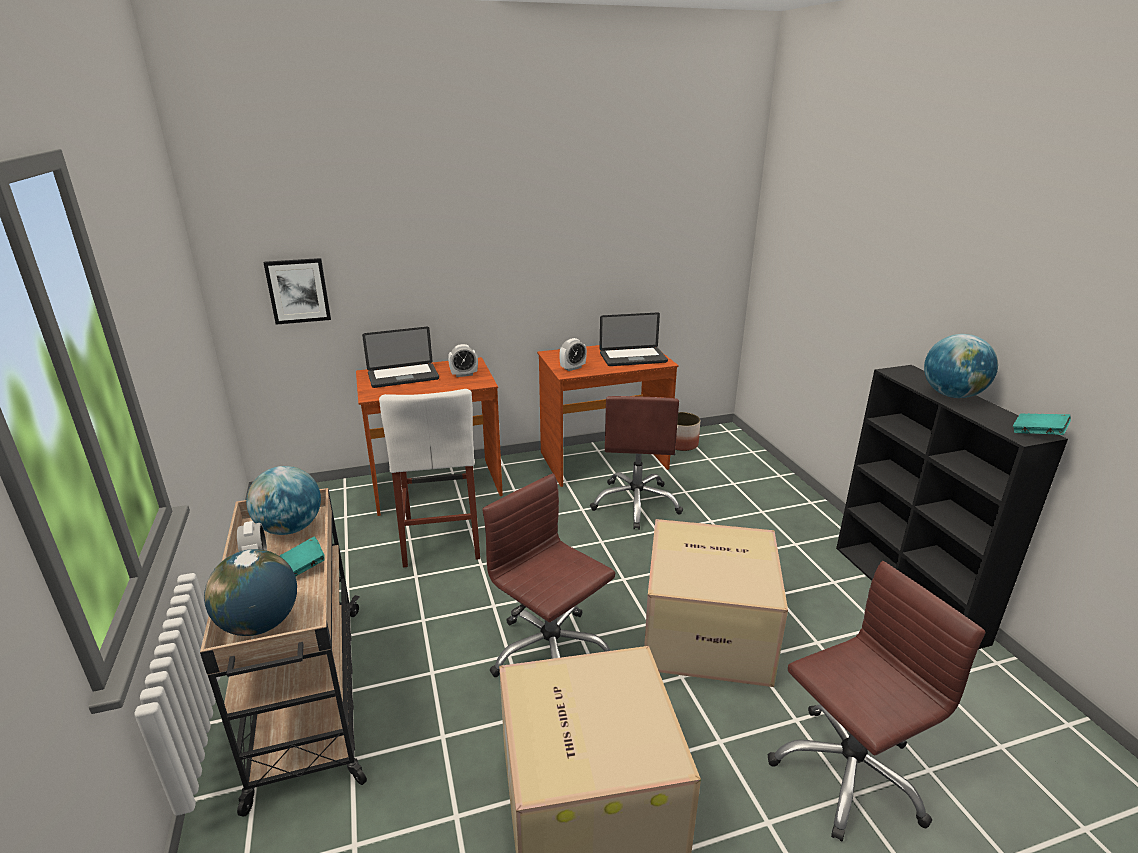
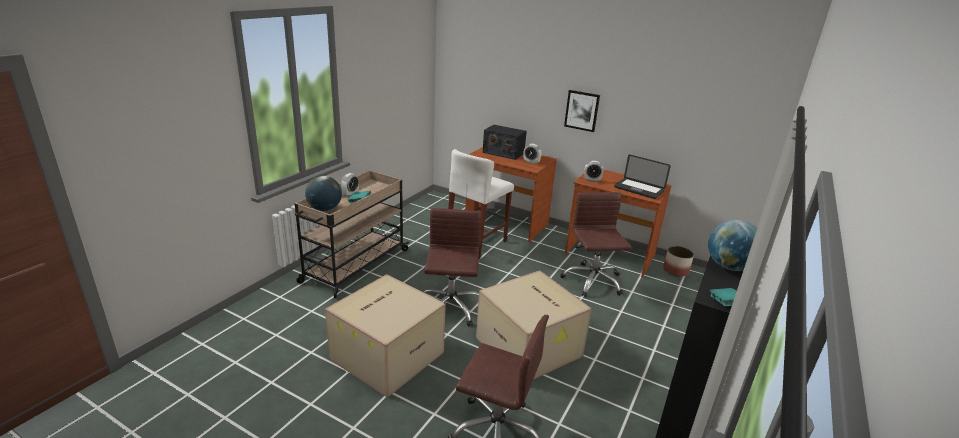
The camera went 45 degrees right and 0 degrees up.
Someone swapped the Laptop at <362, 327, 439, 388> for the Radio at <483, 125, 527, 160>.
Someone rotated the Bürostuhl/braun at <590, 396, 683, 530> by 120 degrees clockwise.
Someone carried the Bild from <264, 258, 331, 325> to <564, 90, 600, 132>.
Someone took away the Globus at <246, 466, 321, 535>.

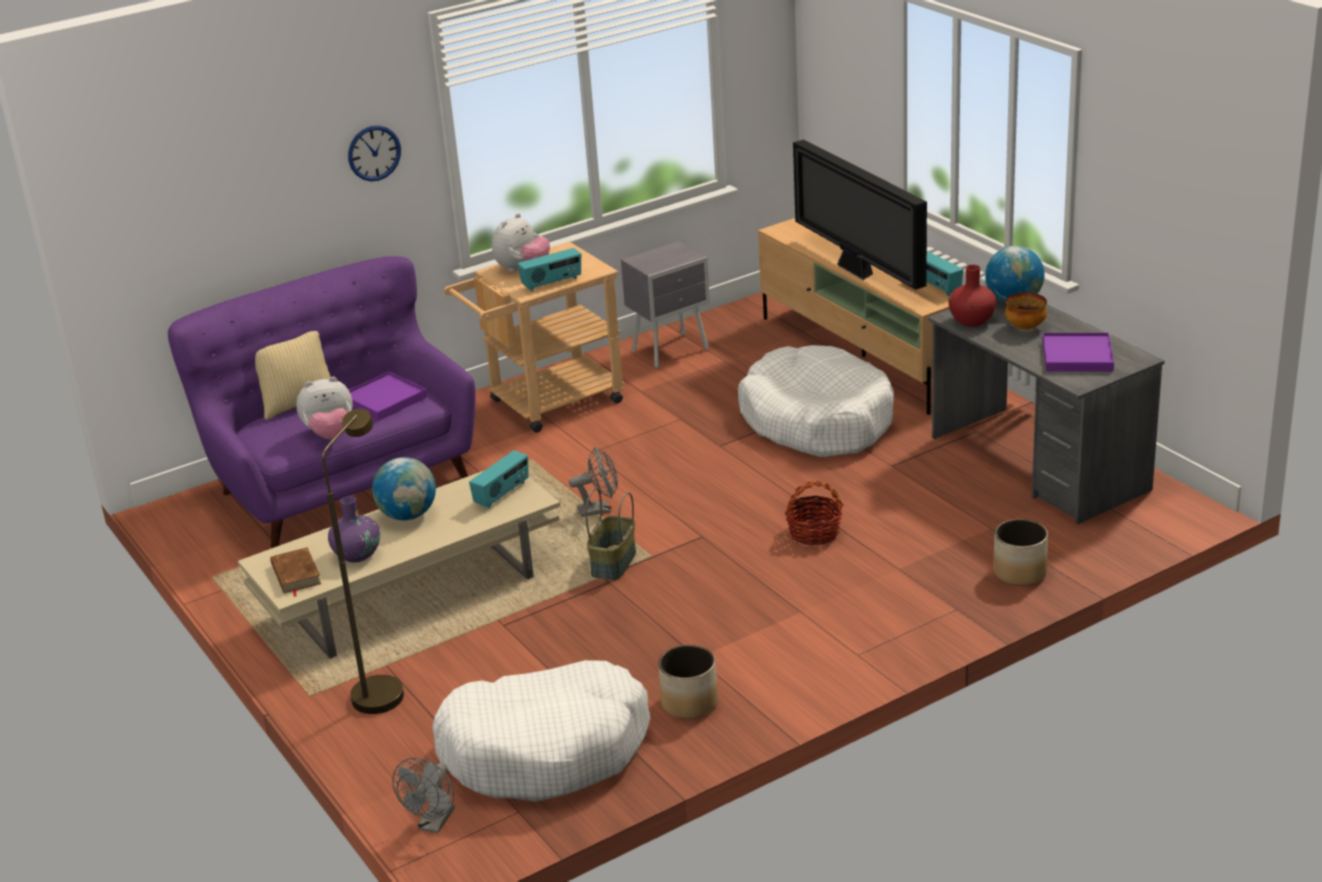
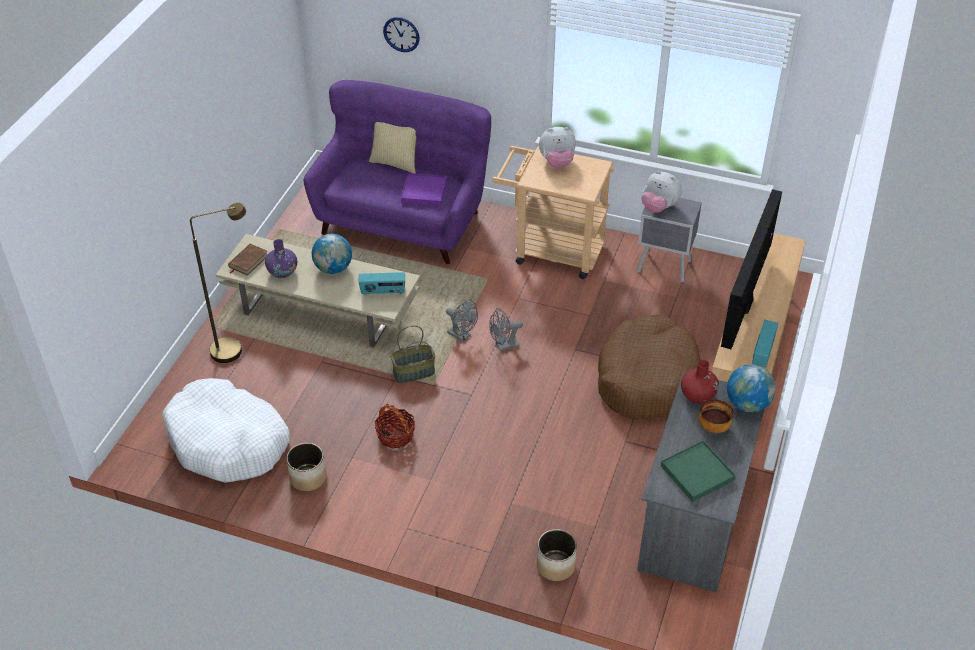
The camera went 50 degrees right and 15 degrees up.
Someone carried the Korb from <785, 481, 843, 545> to <374, 404, 415, 449>.
Someone carried the Wanduhr from <348, 125, 401, 181> to <383, 17, 420, 52>.
Someone carried the Ventilator/grau from <392, 757, 455, 833> to <489, 308, 523, 351>.
Someone repainted the Hundebett/weiß at <738, 345, 894, 457>, which became the Hundebett/braun at <598, 314, 701, 420>.
Someone carried the Plüschtier from <296, 377, 353, 439> to <641, 171, 682, 213>.
Someone repainted the Tablett/lila at <1043, 333, 1114, 372>, which became the Tablett/grün at <661, 441, 736, 502>.
Someone took away the Radio at <517, 248, 581, 291>.

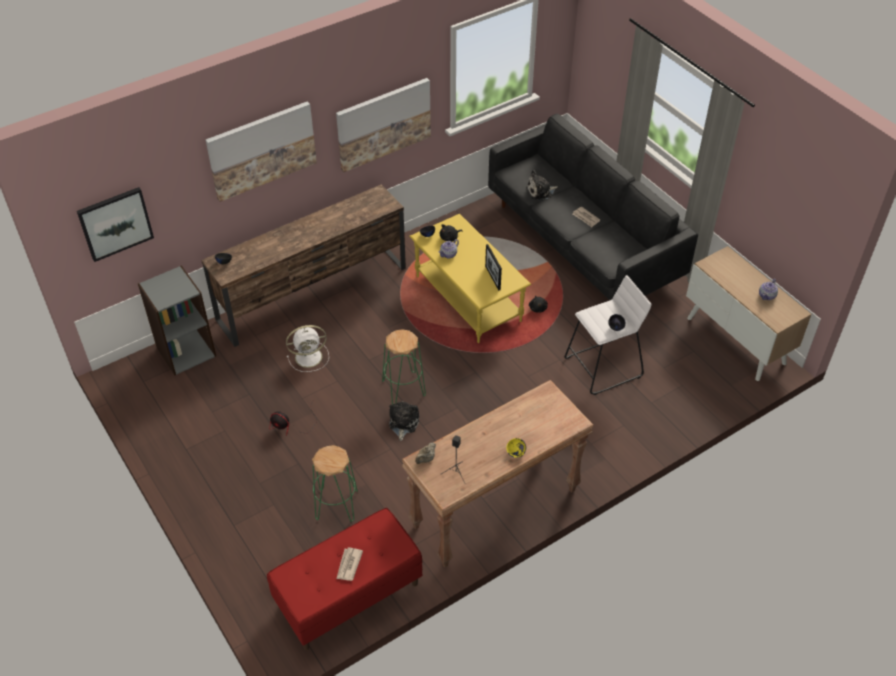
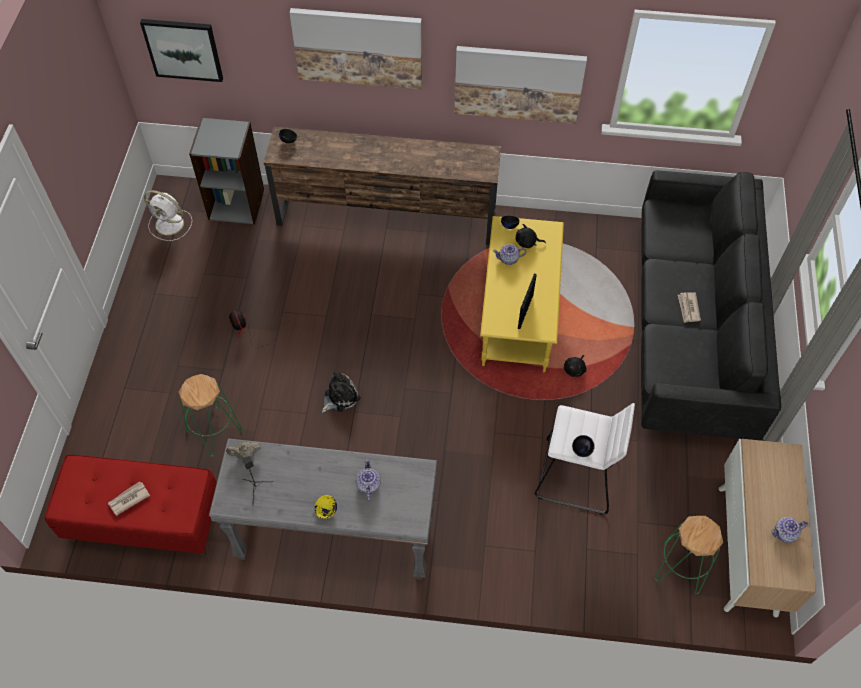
The camera went 40 degrees right and 10 degrees up.
Someone carried the Ventilator/weiß from <286, 325, 329, 372> to <144, 190, 192, 241>.
Someone repainted the Konsolentisch/braun at <402, 380, 593, 568>, which became the Konsolentisch/grau at <209, 439, 437, 580>.
Someone put down the Teekanne at <356, 458, 381, 500>.
Someone carried the Hocker/grün from <382, 329, 426, 404> to <655, 516, 723, 594>.
Someone took away the Plüschtier at <526, 170, 558, 201>.

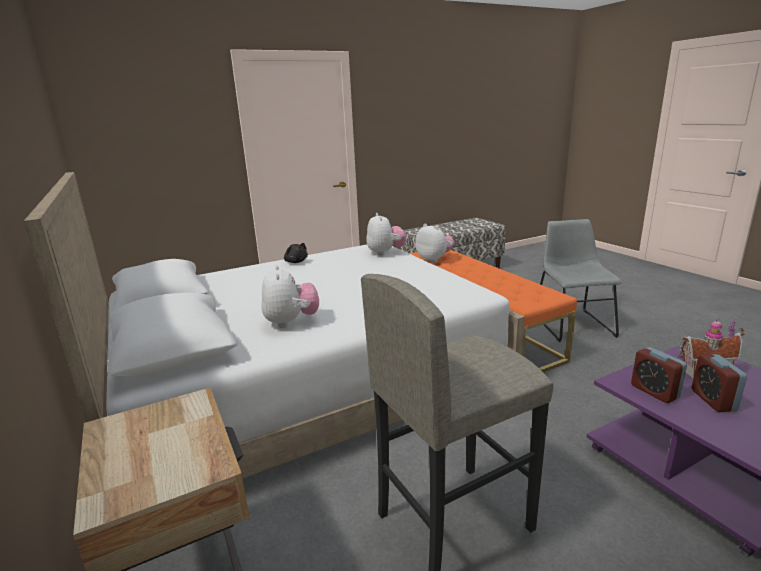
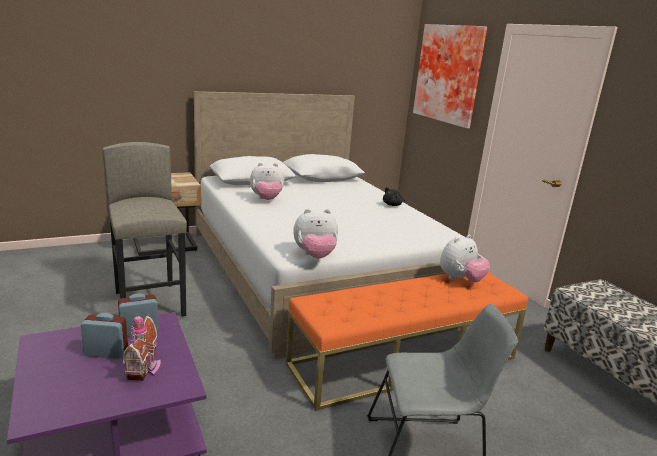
The camera went 90 degrees right and 0 degrees up.
Someone carried the Plüschtier from <366, 213, 406, 256> to <293, 209, 338, 259>.
Someone put up the Bild at <413, 24, 487, 129>.

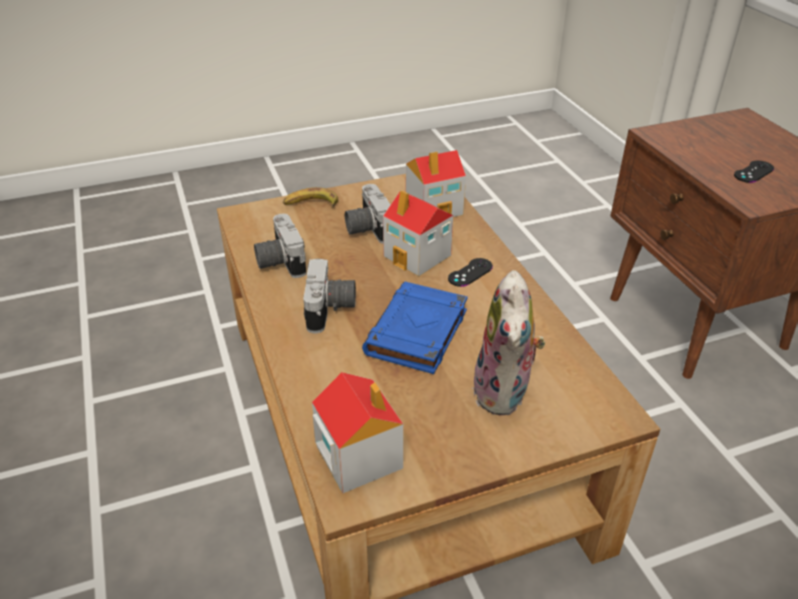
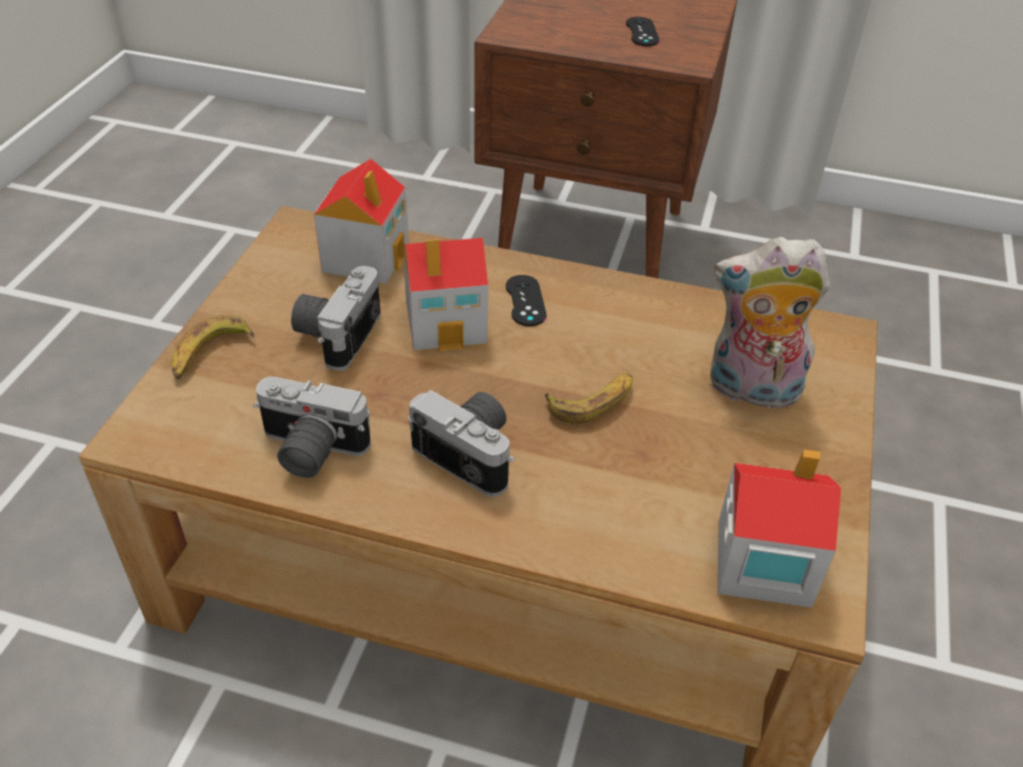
The camera went 55 degrees left and 5 degrees up.
Someone rotated the Kamera at <345, 184, 391, 244> by 90 degrees clockwise.
Someone swapped the Buch/blau at <362, 282, 468, 374> for the Banane at <545, 373, 633, 424>.
Someone rotated the Plüschtier at <472, 270, 546, 415> by 150 degrees clockwise.

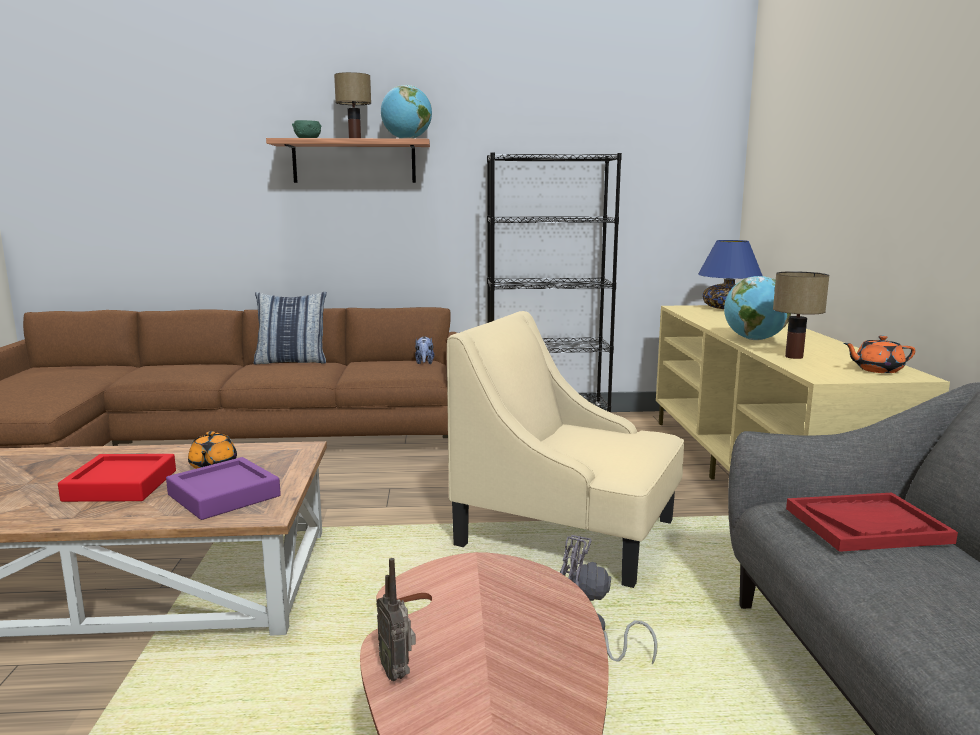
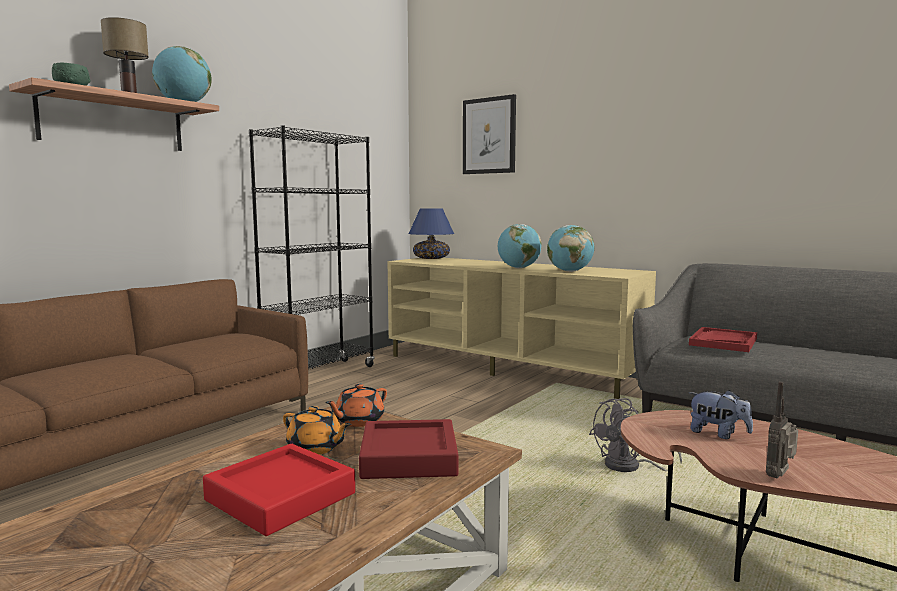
The camera went 50 degrees left and 5 degrees down.
Someone carried the Teekanne/orange from <844, 335, 916, 373> to <325, 384, 387, 427>.
Someone repainted the Tablett/lila at <166, 457, 281, 520>, which became the Tablett/rot at <359, 419, 458, 479>.
Someone put up the Bild at <463, 94, 516, 174>.
Someone swapped the Tischlampe at <773, 271, 829, 359> for the Globus at <547, 225, 595, 272>.
Someone carried the Plüschtier from <415, 337, 434, 364> to <689, 390, 753, 439>.
Someone rotated the Radio at <376, 558, 416, 681> by 120 degrees clockwise.
Someone took away the Kissen at <254, 292, 327, 364>.
Someone took away the Sessel/beige at <447, 311, 684, 588>.

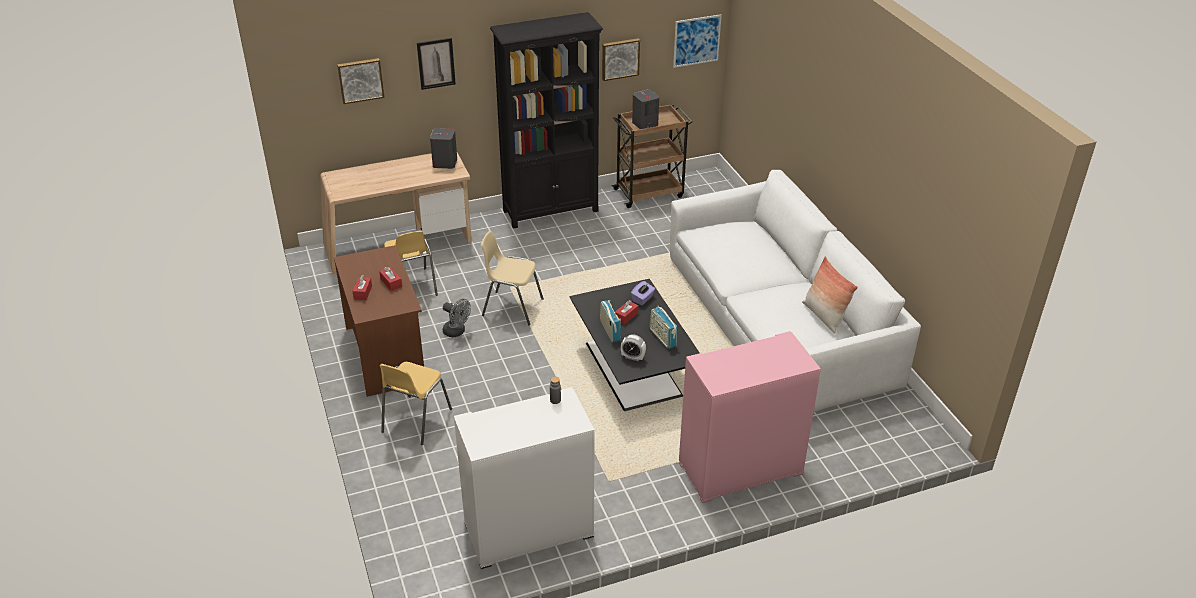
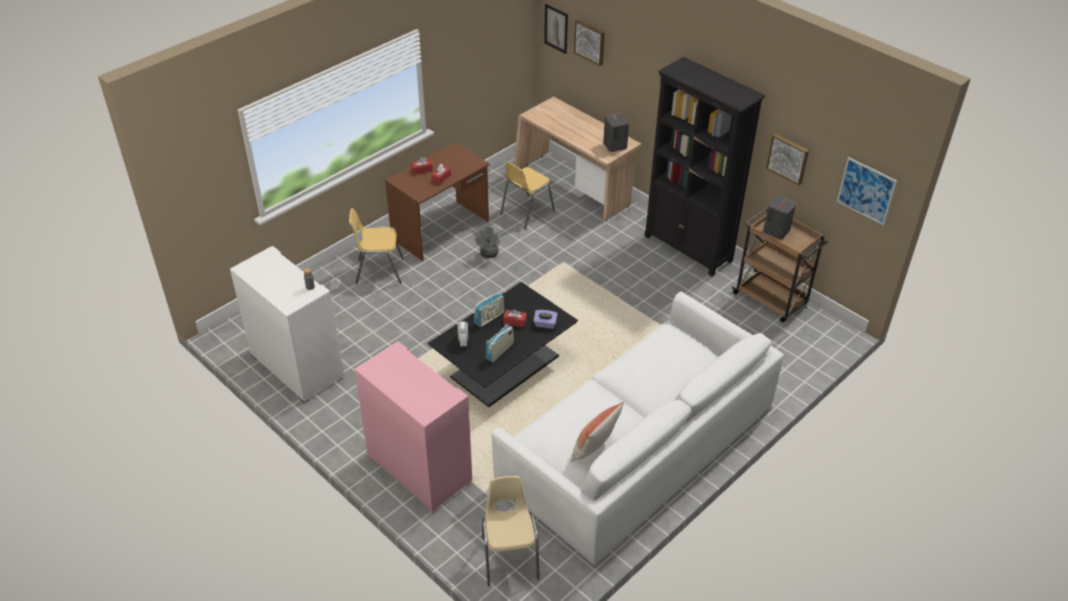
The camera went 65 degrees right and 5 degrees up.
Someone carried the Stuhl/beige from <481, 231, 544, 326> to <482, 476, 540, 587>.
Someone carried the Bild from <417, 38, 456, 90> to <544, 4, 568, 54>.

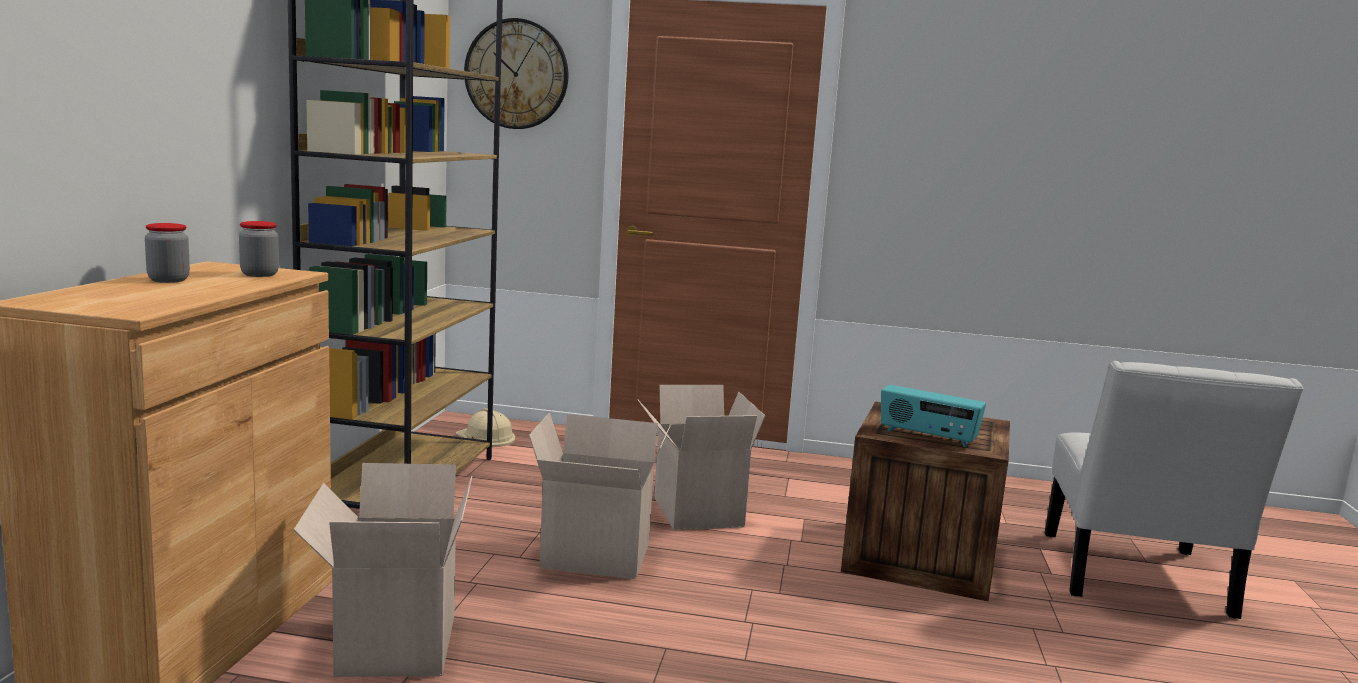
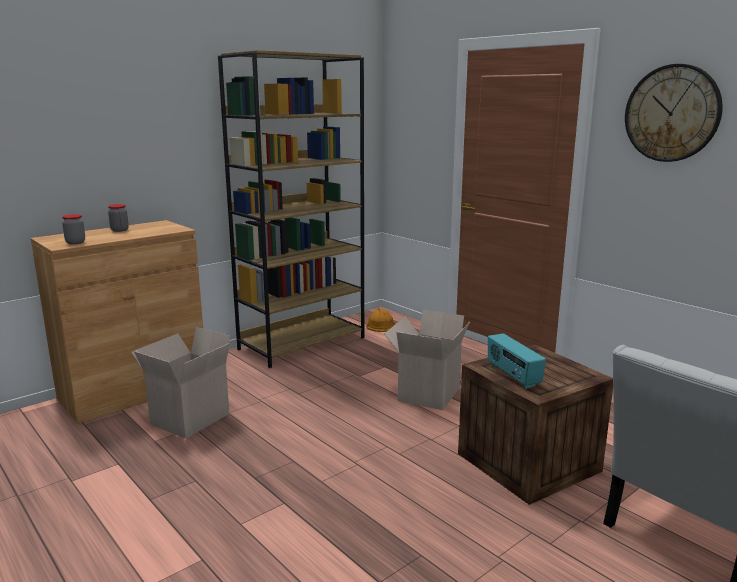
The camera went 40 degrees right and 5 degrees up.
Someone carried the Vorratsglas from <239, 221, 279, 277> to <62, 214, 85, 244>.
Someone repainted the Schutzhelm/beige at <456, 408, 515, 447>, which became the Schutzhelm/orange at <366, 308, 395, 332>.
Someone carried the Wanduhr from <464, 18, 569, 129> to <625, 64, 723, 162>.
Someone took away the Karton at <529, 413, 671, 579>.

